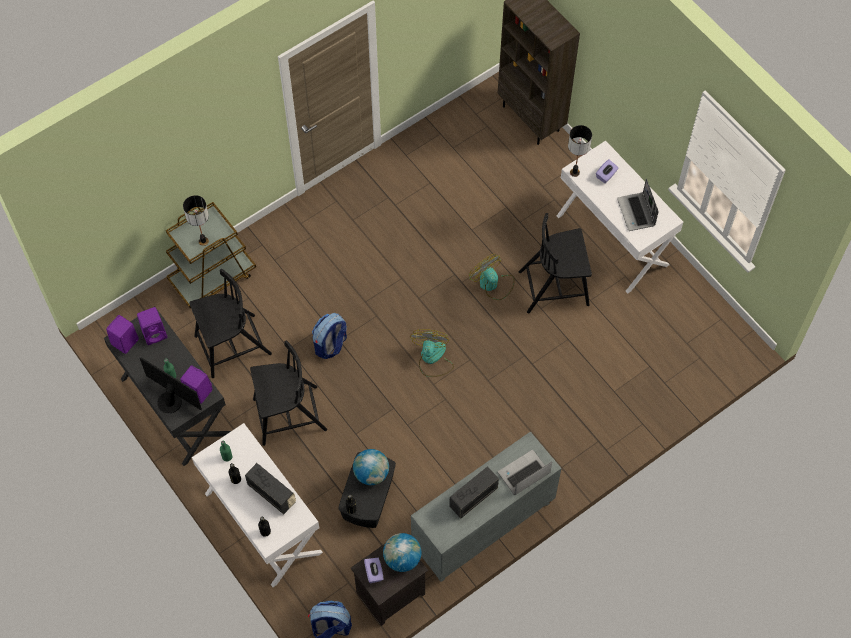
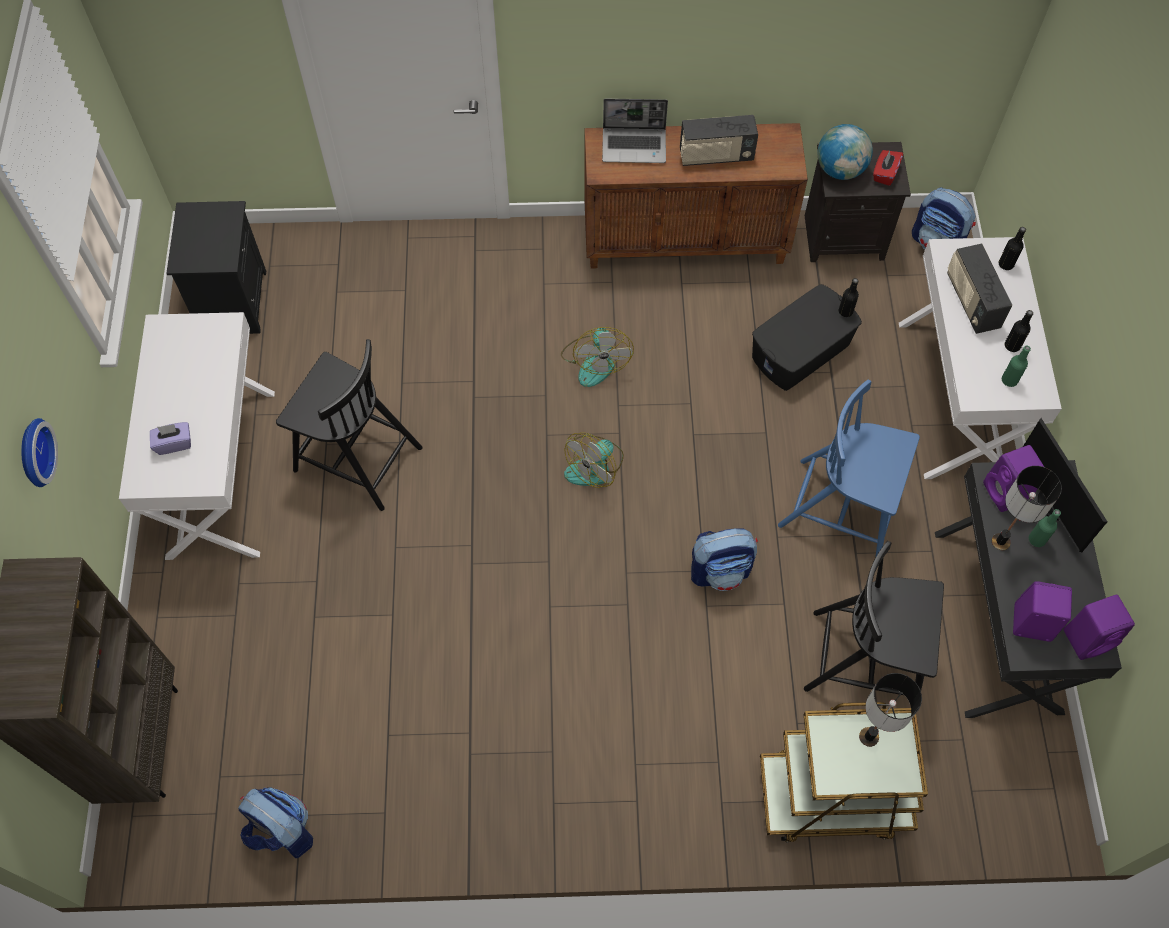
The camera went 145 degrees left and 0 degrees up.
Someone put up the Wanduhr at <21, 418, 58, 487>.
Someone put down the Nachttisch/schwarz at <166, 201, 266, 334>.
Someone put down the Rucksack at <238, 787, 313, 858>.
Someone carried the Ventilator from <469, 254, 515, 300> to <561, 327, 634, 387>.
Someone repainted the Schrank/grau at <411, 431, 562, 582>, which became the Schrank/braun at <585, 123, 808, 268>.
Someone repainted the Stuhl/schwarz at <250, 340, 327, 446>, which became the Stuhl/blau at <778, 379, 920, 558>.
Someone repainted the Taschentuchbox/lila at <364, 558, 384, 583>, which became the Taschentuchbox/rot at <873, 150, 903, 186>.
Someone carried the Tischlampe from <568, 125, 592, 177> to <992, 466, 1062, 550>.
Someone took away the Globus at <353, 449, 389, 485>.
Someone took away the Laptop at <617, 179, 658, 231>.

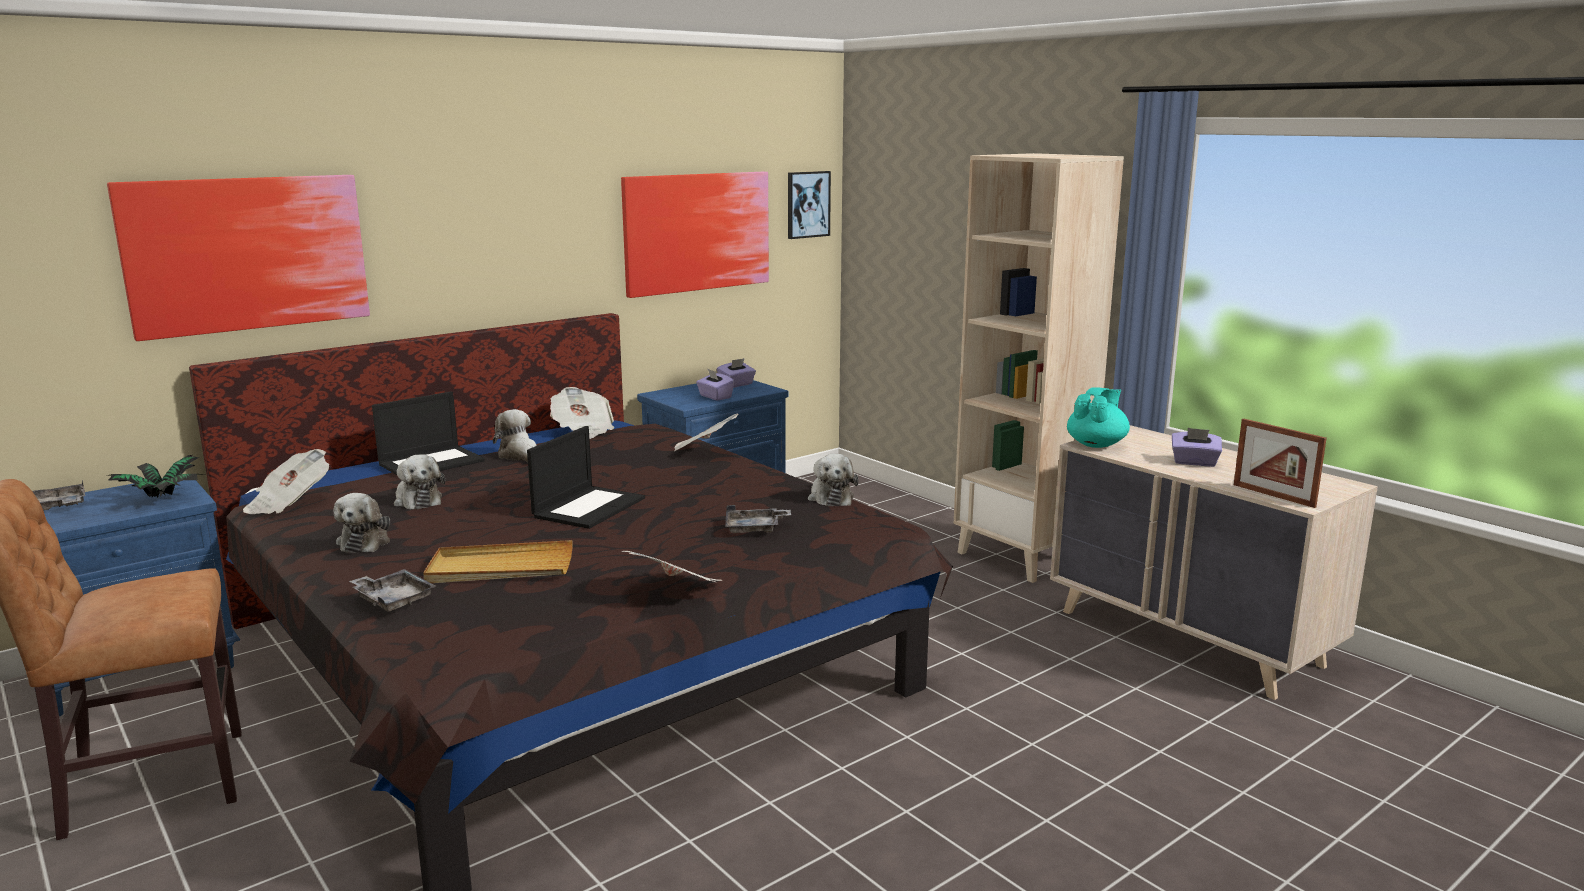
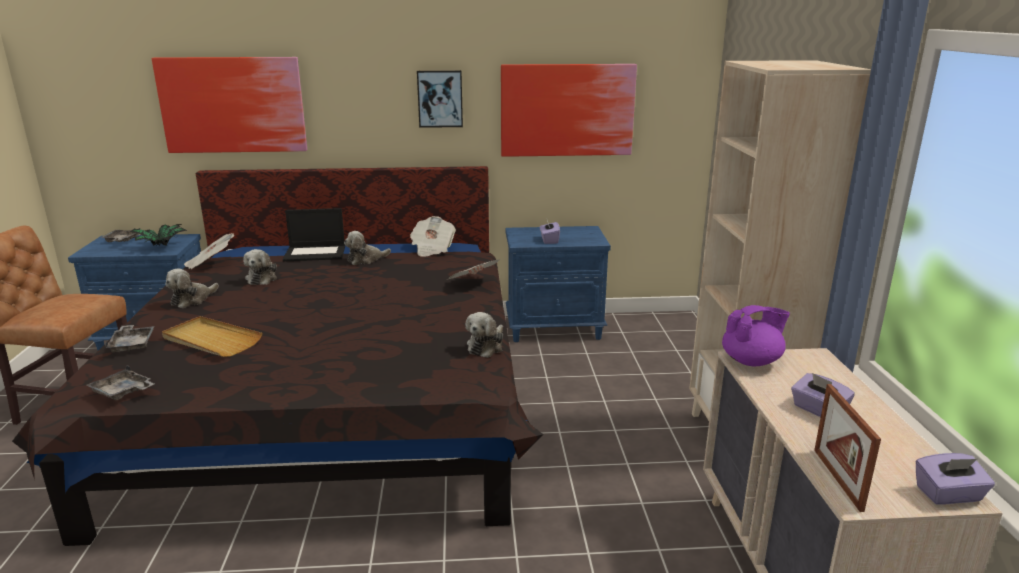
The camera went 35 degrees right and 5 degrees up.
Someone carried the Tablett/grau from <725, 505, 791, 533> to <86, 365, 154, 400>.
Someone rotated the Plüschtier at <493, 409, 537, 462> by 120 degrees counterclockwise.
Someone carried the Bild from <788, 171, 831, 239> to <417, 70, 463, 128>.
Someone repainted the Teekanne/türkis at <1067, 387, 1130, 448>, which became the Teekanne/lila at <722, 305, 790, 366>.
Someone carried the Taschentuchbox/lila from <717, 358, 756, 388> to <916, 453, 995, 505>.
Someone took away the Laptop at <527, 426, 645, 529>.
Someone took away the Zeitung at <621, 551, 722, 582>.

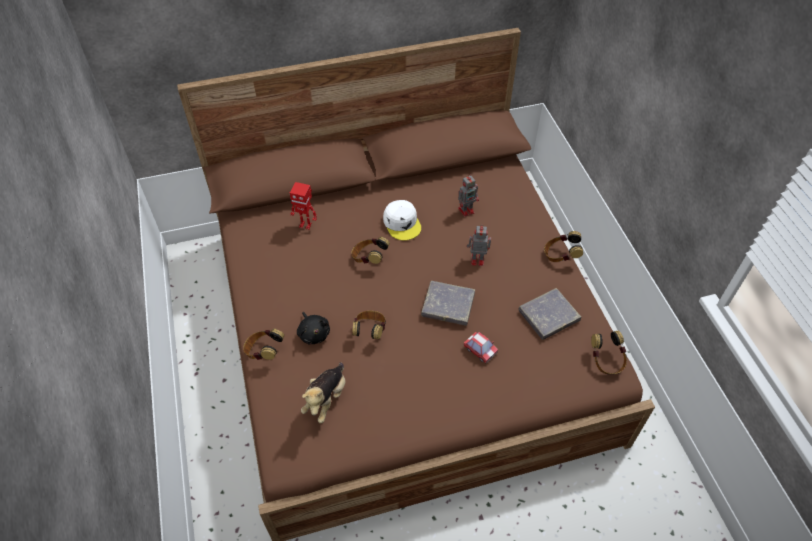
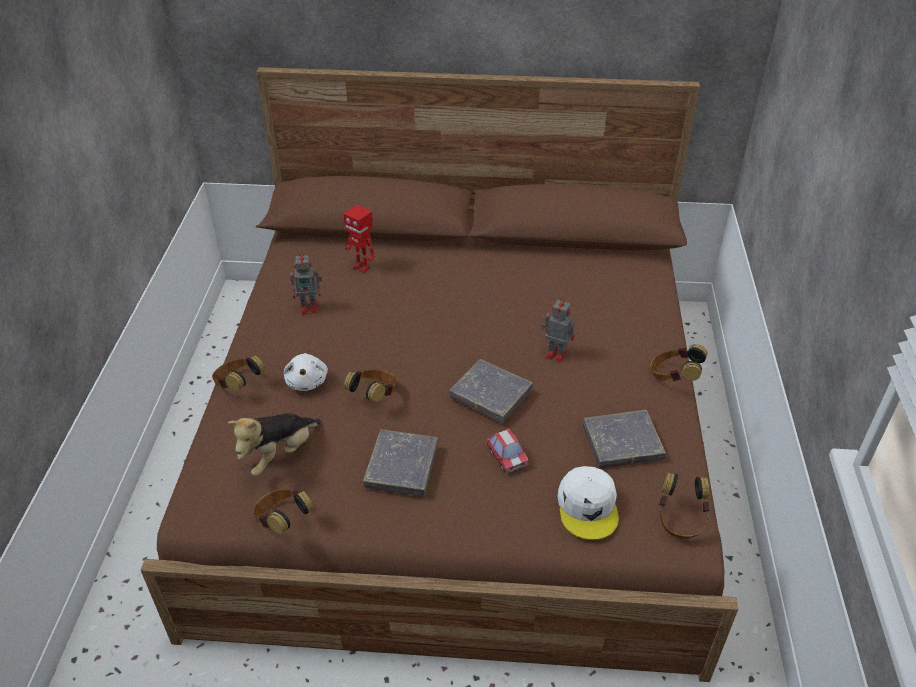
The camera went 20 degrees right and 10 degrees down.
Someone carried the Kopfhörer from <351, 237, 390, 264> to <253, 489, 314, 534>.
Someone repainted the Plüschtier/schwarz at <297, 312, 330, 344>, which became the Plüschtier/weiß at <284, 353, 328, 391>.
Someone carried the Spielzeugroboter from <458, 174, 479, 217> to <290, 252, 322, 314>.
Someone put down the Buch/grau at <363, 429, 438, 496>.
Someone carried the Kappe/weiß from <383, 200, 421, 240> to <557, 466, 619, 540>.

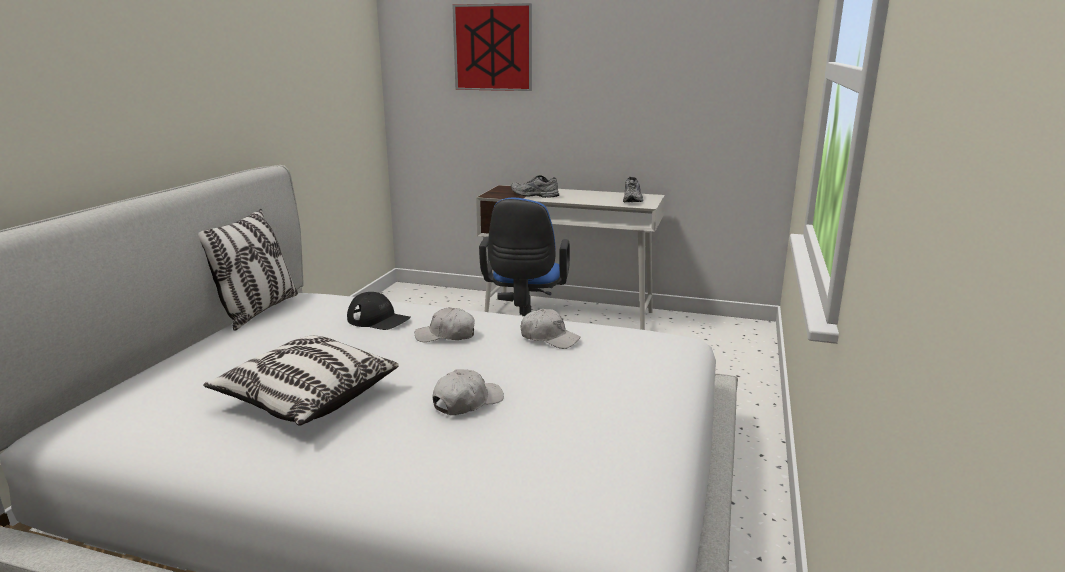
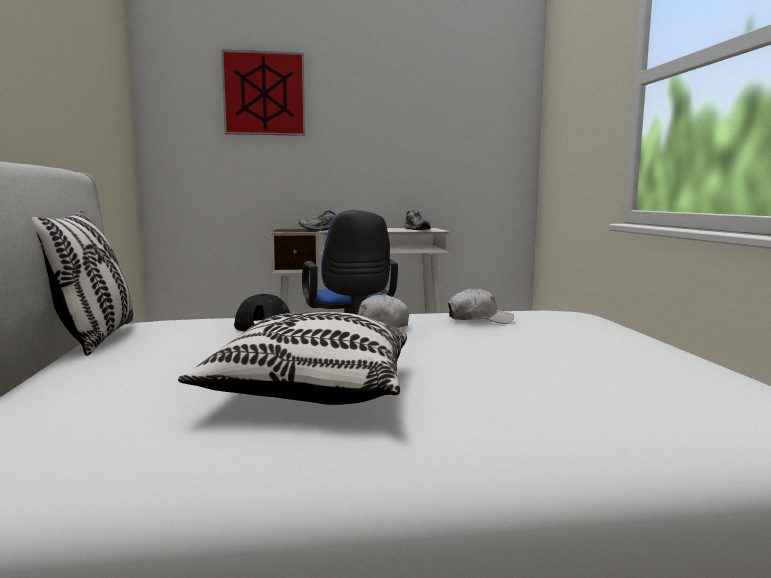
The camera went 25 degrees left and 10 degrees down.
Someone took away the Kappe/weiß at <432, 369, 504, 415>.

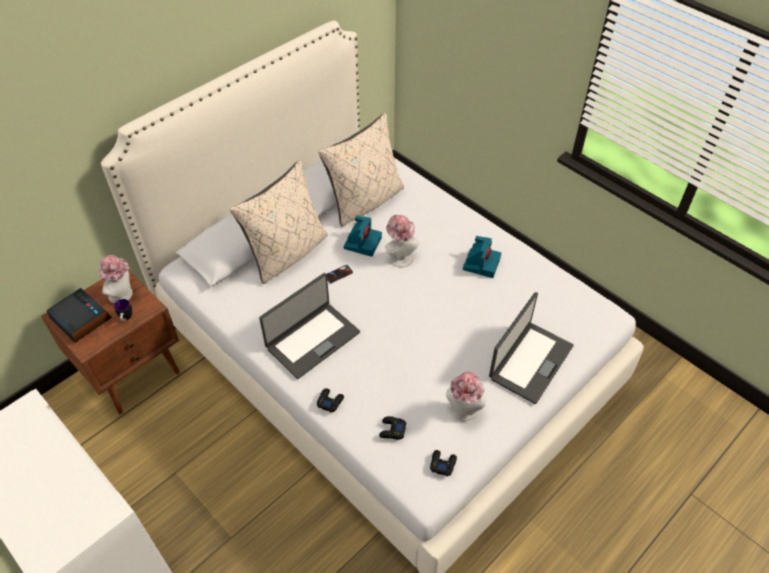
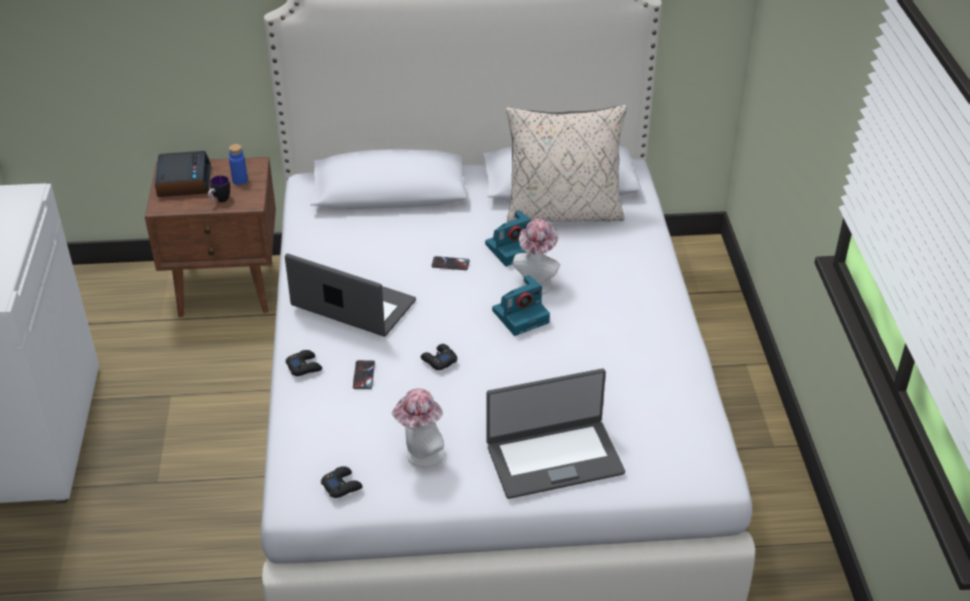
The camera went 40 degrees right and 10 degrees down.
Someone swapped the Hut at <98, 255, 133, 304> for the Flasche/blau at <229, 144, 248, 185>.
Someone rotated the Laptop at <259, 273, 360, 379> by 150 degrees counterclockwise.
Someone put down the Handy at <353, 360, 375, 389>.
Someone carried the Gamepad/schwarz from <379, 416, 406, 440> to <421, 344, 457, 370>.
Someone carried the Kamera from <463, 236, 501, 278> to <492, 275, 550, 336>.
Someone took away the Kissen/beige at <230, 161, 327, 284>.

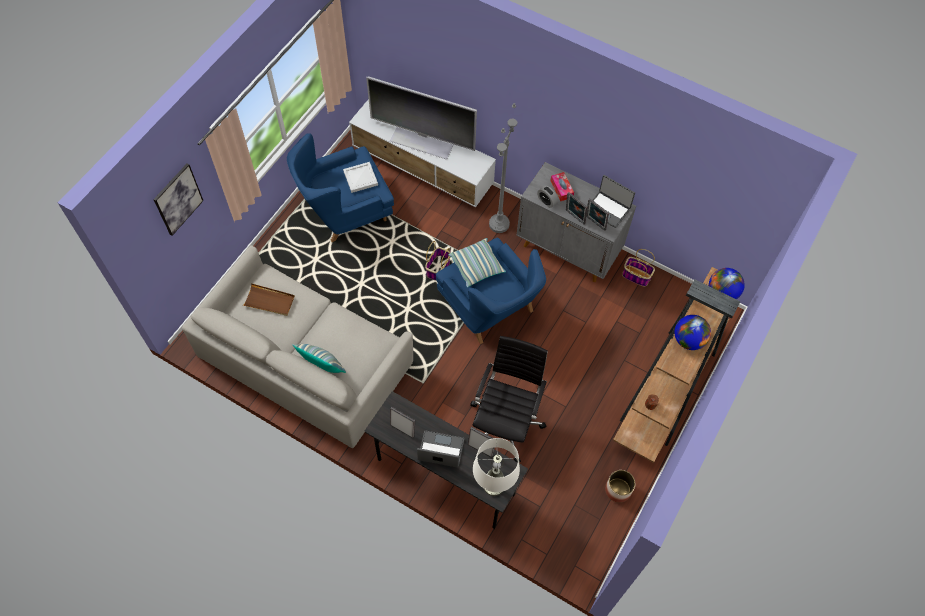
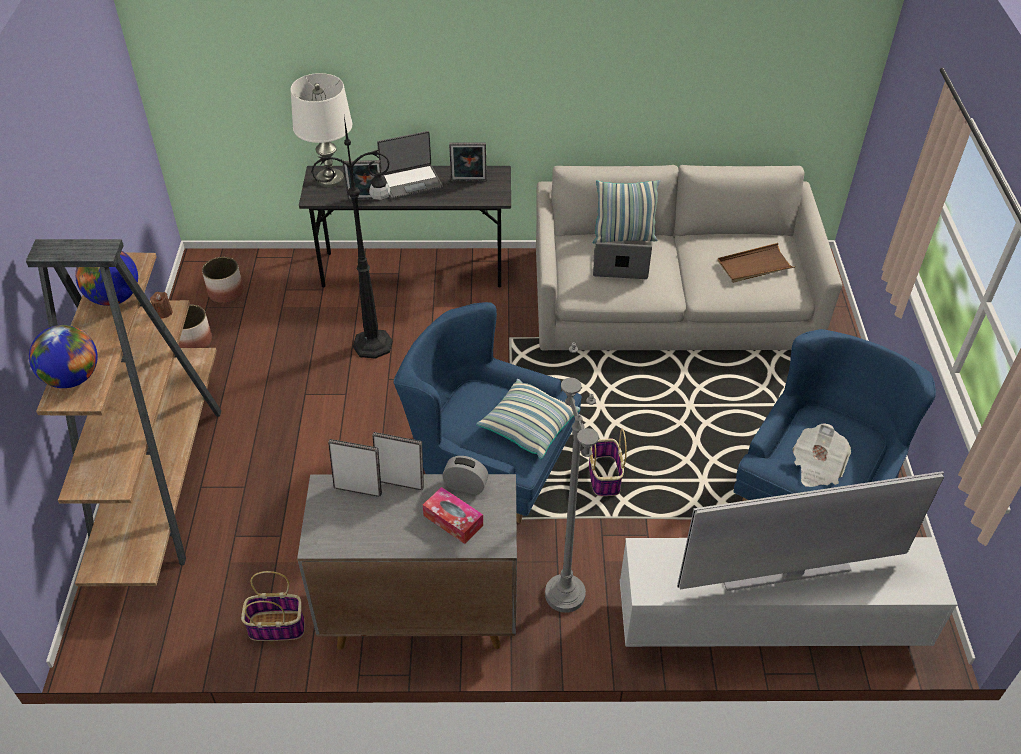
The camera went 150 degrees right and 15 degrees down.
Someone put down the Pflanzkübel at <202, 257, 244, 303>.
Someone swapped the Bürostuhl/schwarz at <470, 336, 548, 463> for the Stehlampe/schwarz at <311, 117, 393, 359>.
Someone carried the Laptop from <593, 175, 635, 228> to <593, 242, 652, 279>.
Someone swapped the Tablett/weiß at <343, 162, 378, 193> for the Zeitung at <793, 423, 851, 487>.
Someone took away the Bild at <153, 163, 203, 236>.

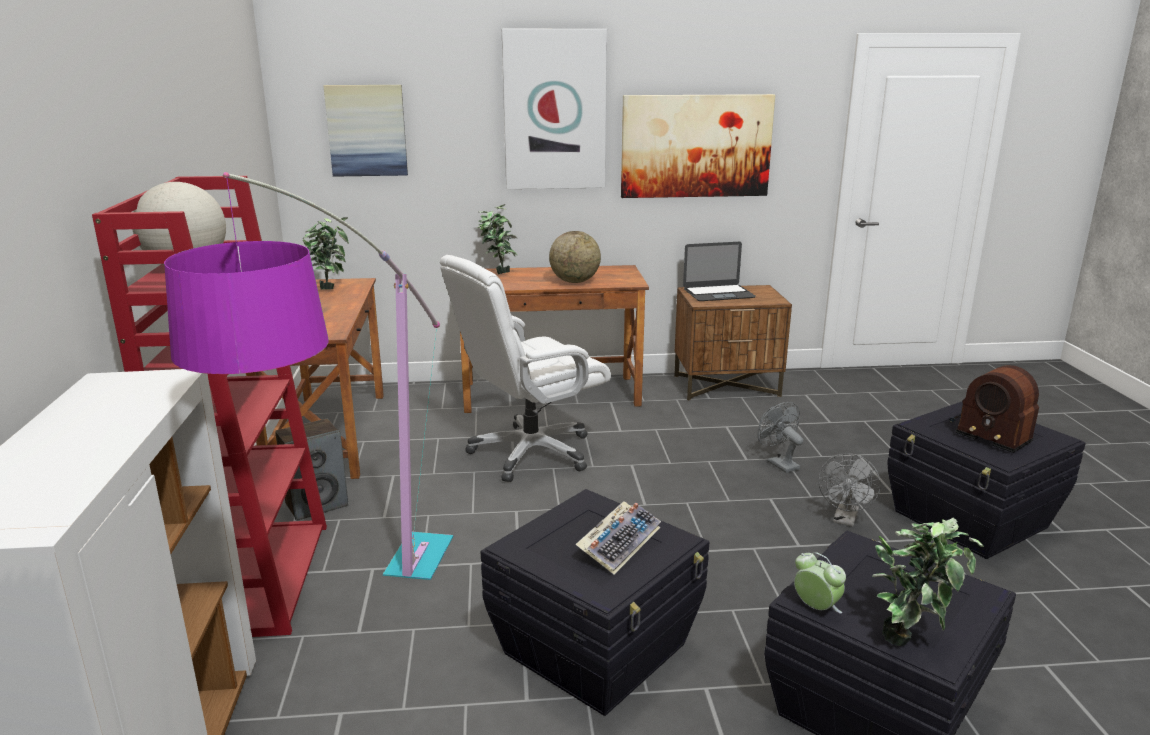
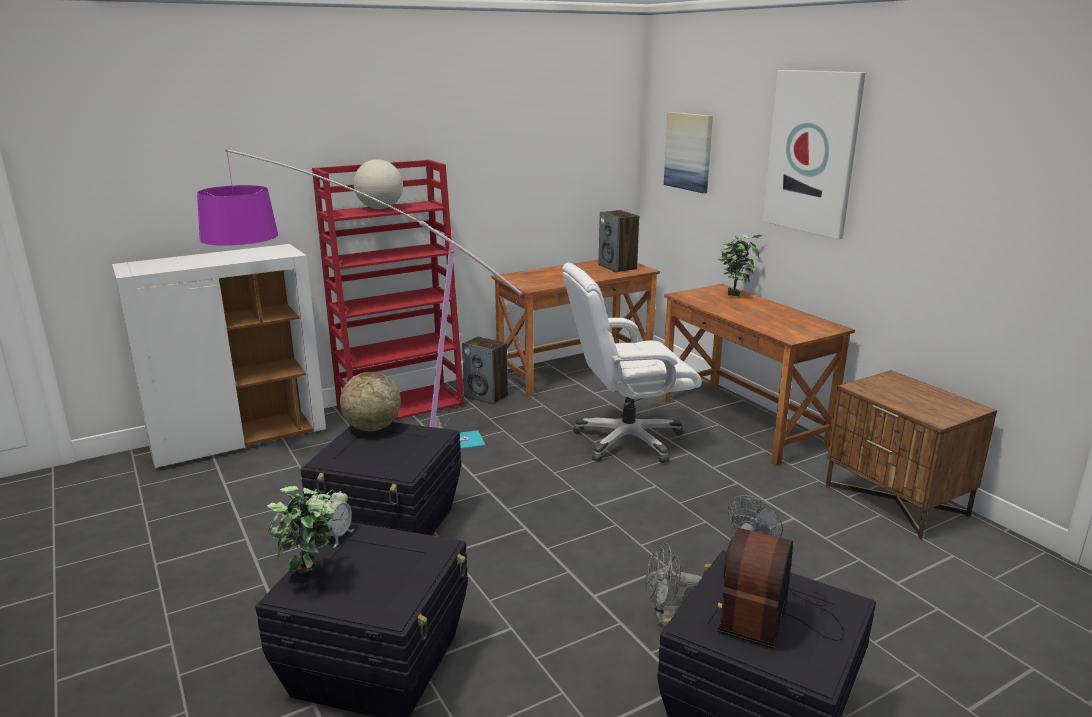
The camera went 65 degrees right and 0 degrees up.
Someone carried the Globus from <549, 231, 601, 283> to <340, 372, 401, 431>.
Someone rotated the Bürostuhl/weiß at <440, 255, 611, 482> by 45 degrees counterclockwise.
Someone swapped the Topfpflanze at <303, 217, 349, 289> for the Lautsprecher at <599, 210, 639, 273>.
Someone took away the Tastatur at <575, 501, 661, 575>.
Someone took away the Bild at <621, 94, 775, 198>.
Someone took away the Laptop at <683, 242, 756, 301>.

